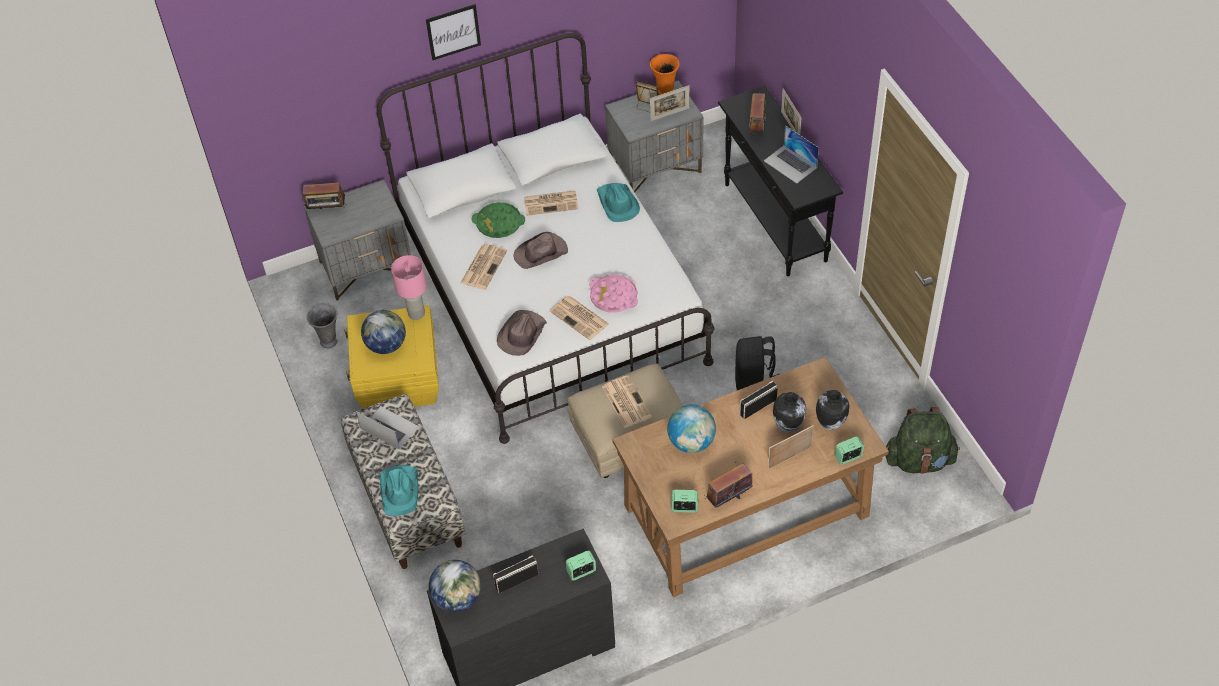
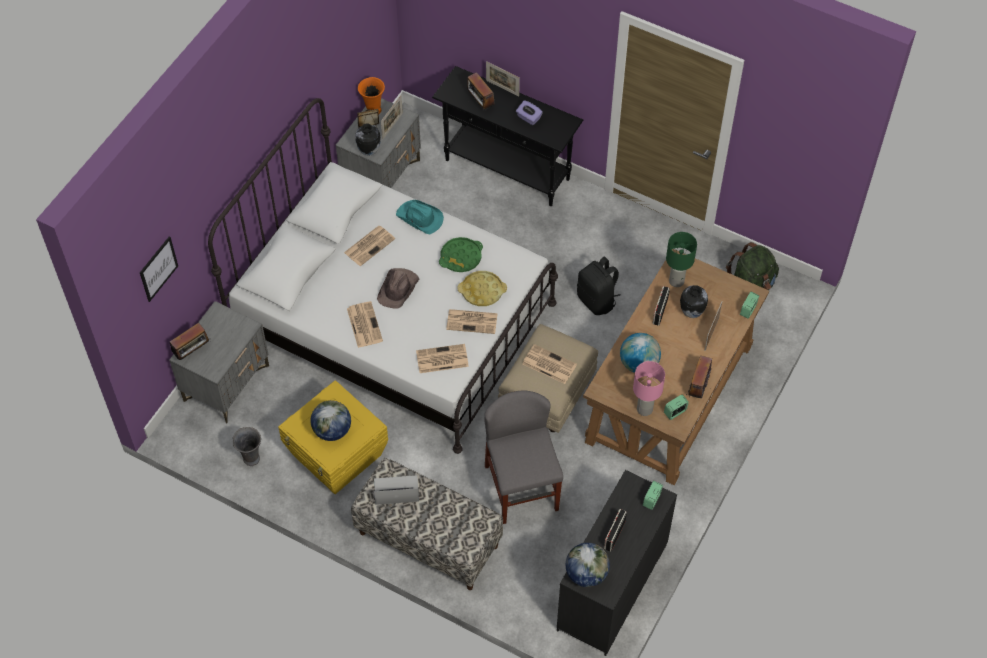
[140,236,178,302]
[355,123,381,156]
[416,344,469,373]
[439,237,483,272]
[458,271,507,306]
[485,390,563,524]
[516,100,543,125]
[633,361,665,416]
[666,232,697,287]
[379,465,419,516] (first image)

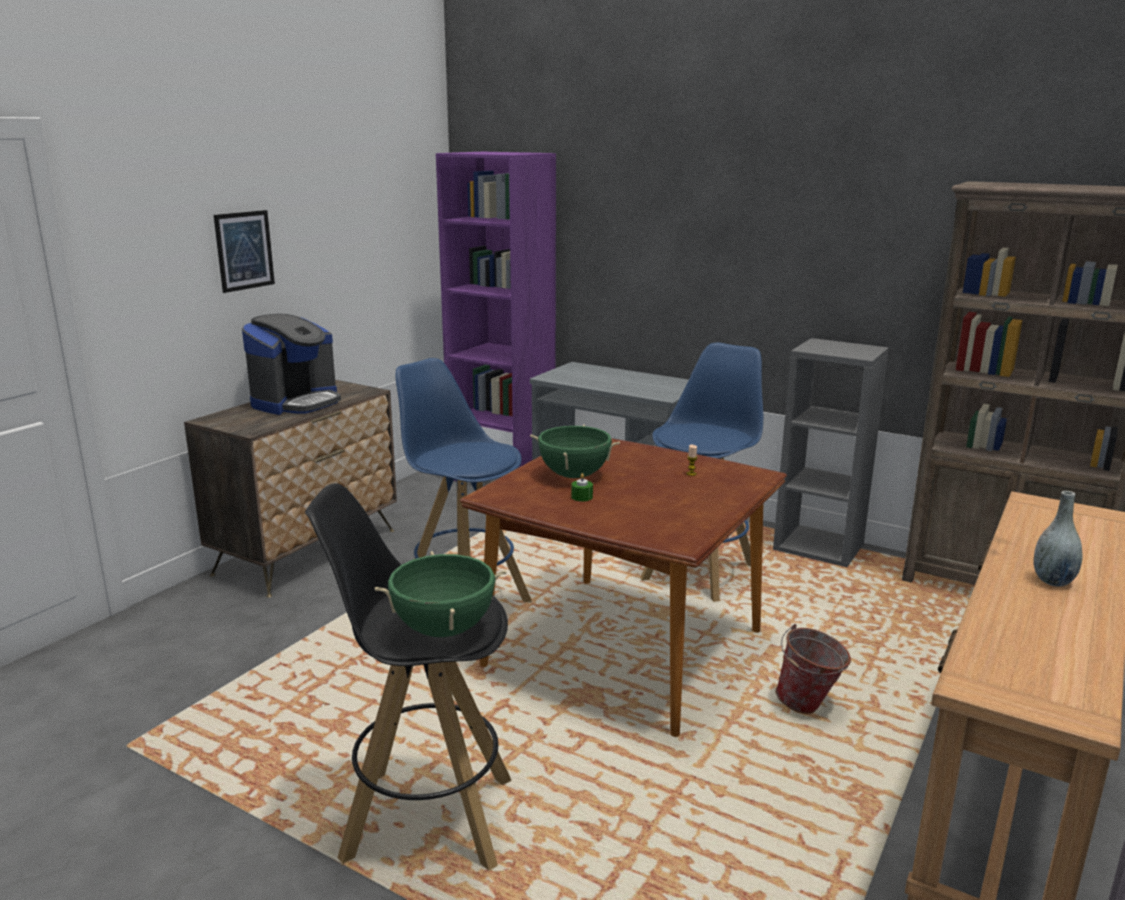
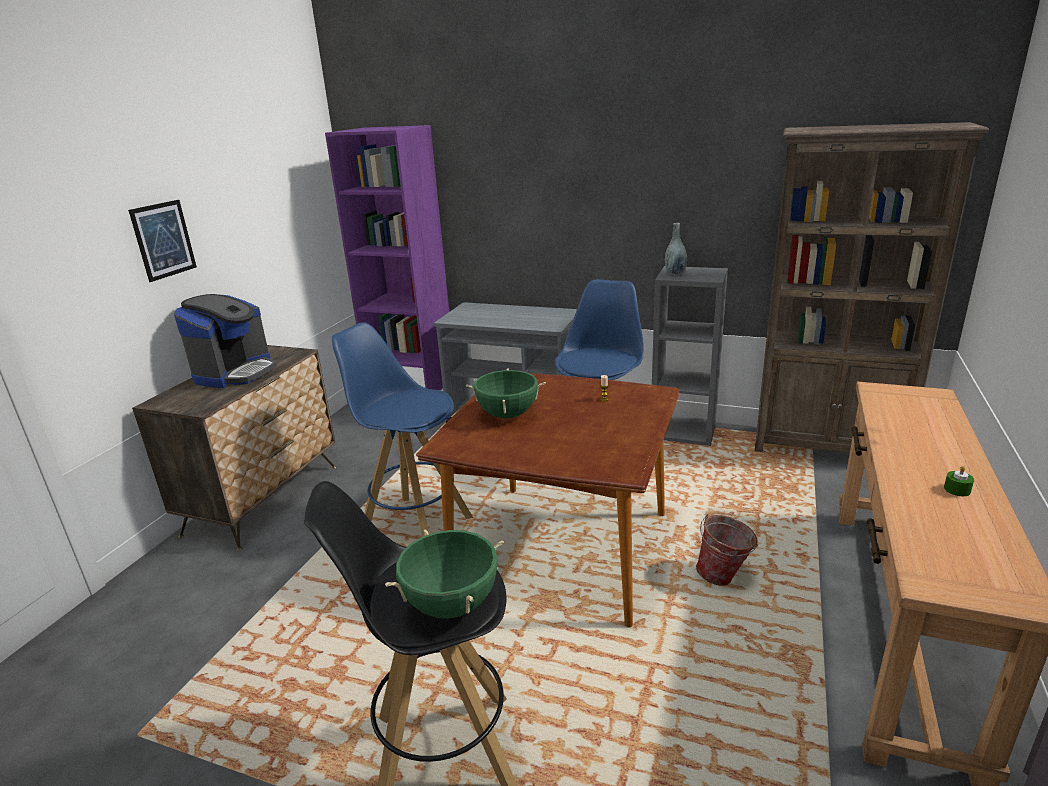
[665,223,687,275]
[944,466,974,496]

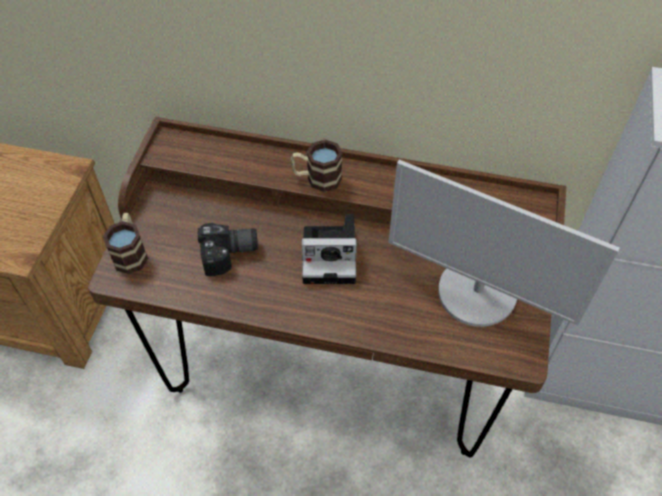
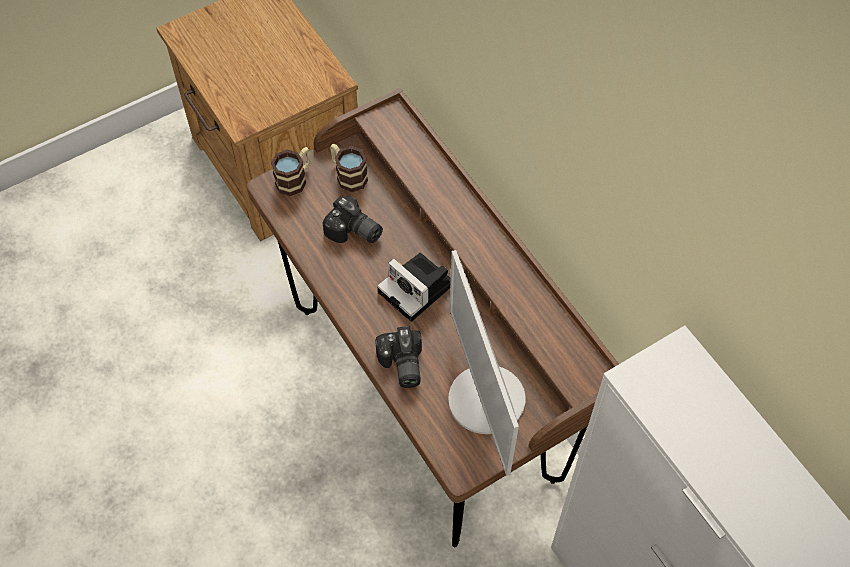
[330,144,368,192]
[375,326,422,388]

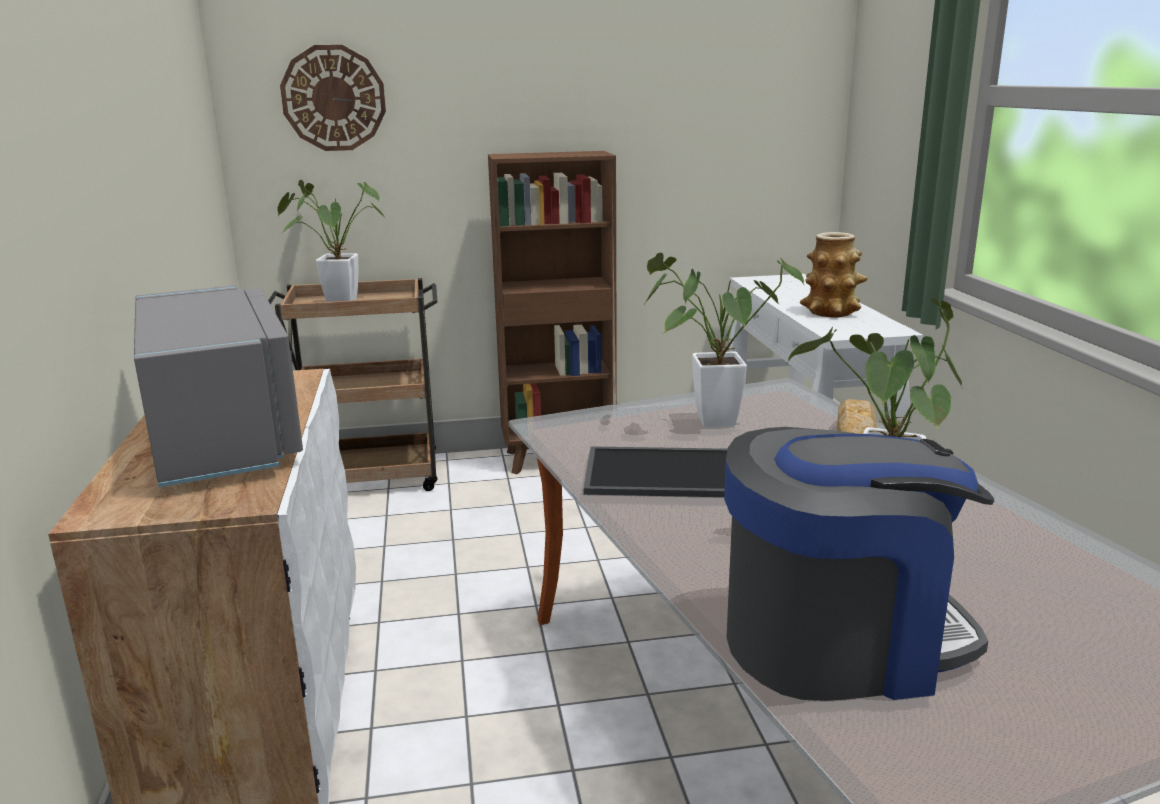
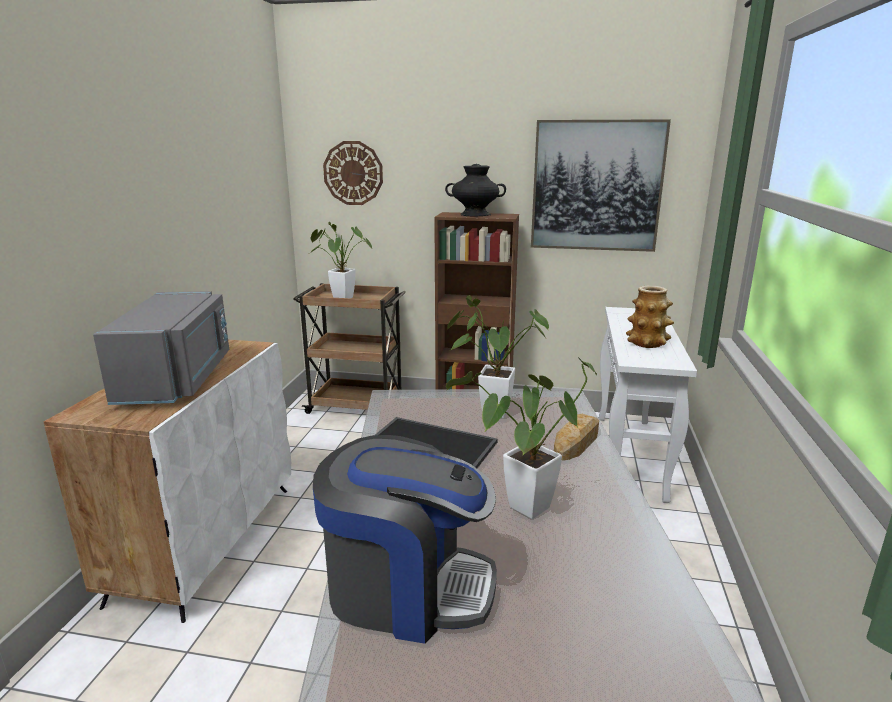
[445,164,506,216]
[531,119,671,252]

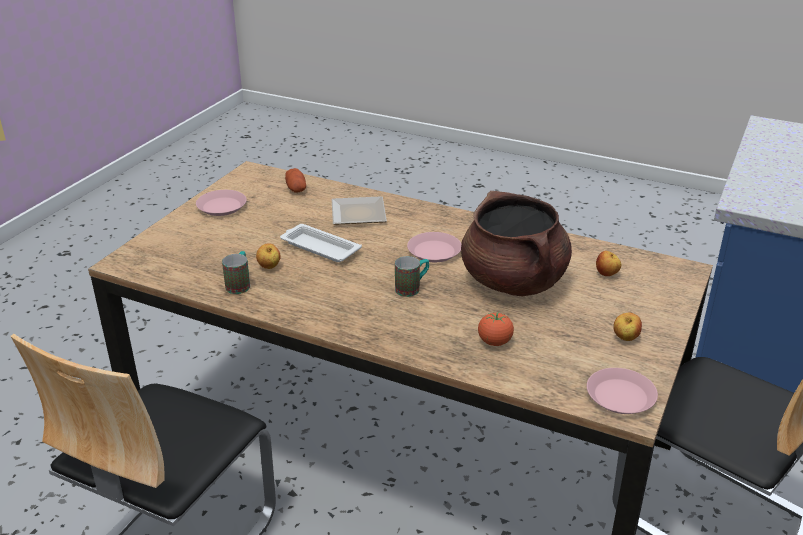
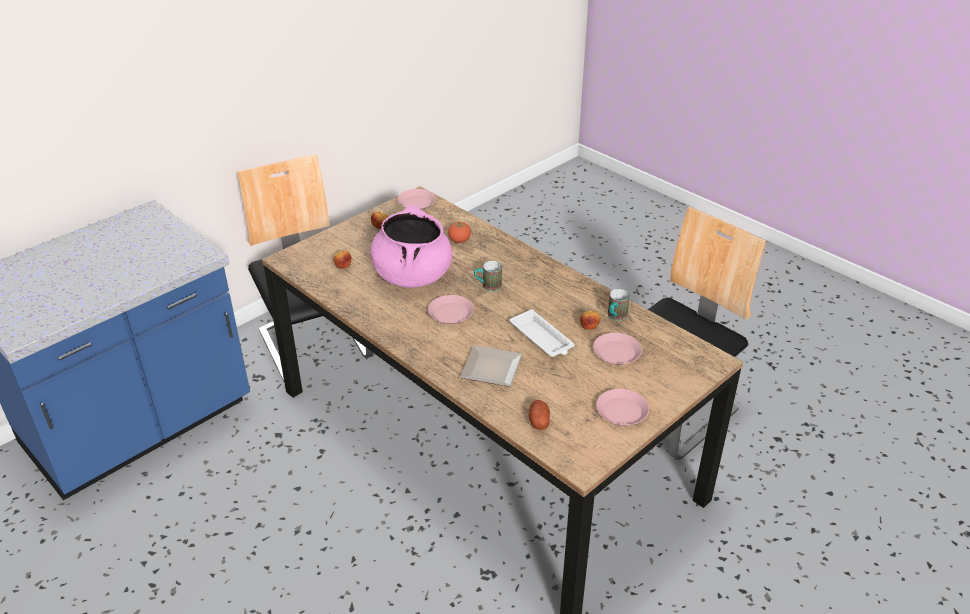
[370,205,452,288]
[593,333,642,365]

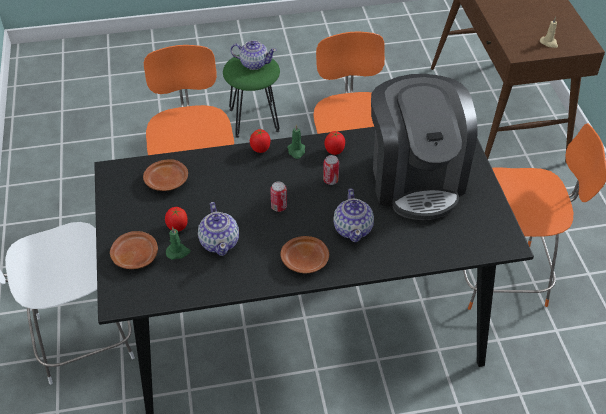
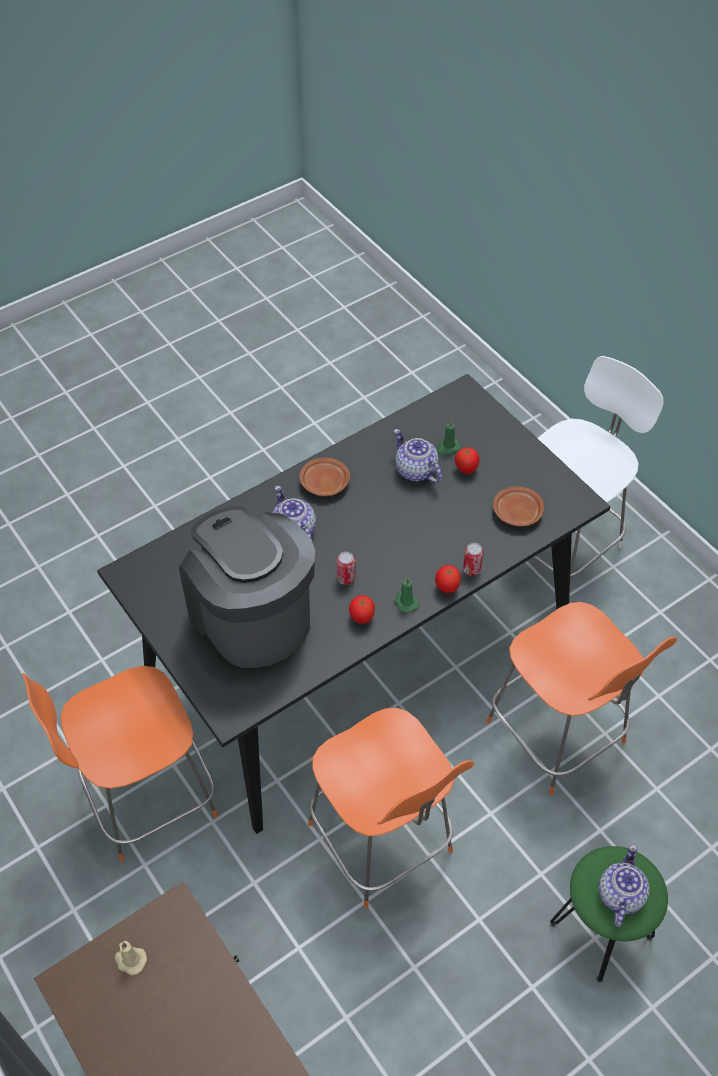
[463,543,484,576]
[599,844,650,927]
[110,231,158,269] (first image)

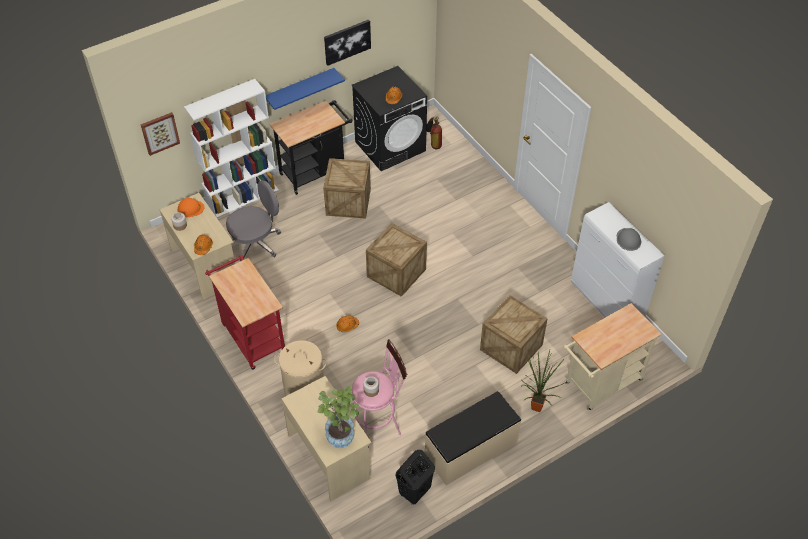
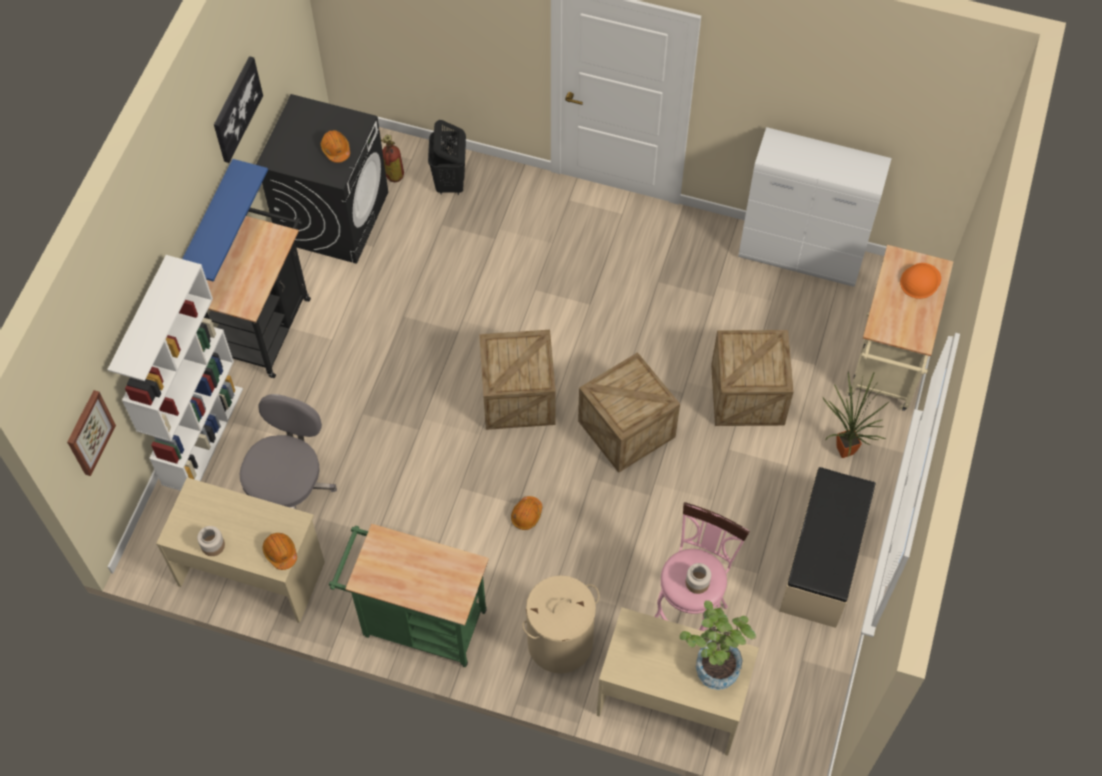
[329,524,489,667]
[428,120,466,195]
[578,352,680,473]
[900,263,941,299]
[617,228,641,251] (first image)

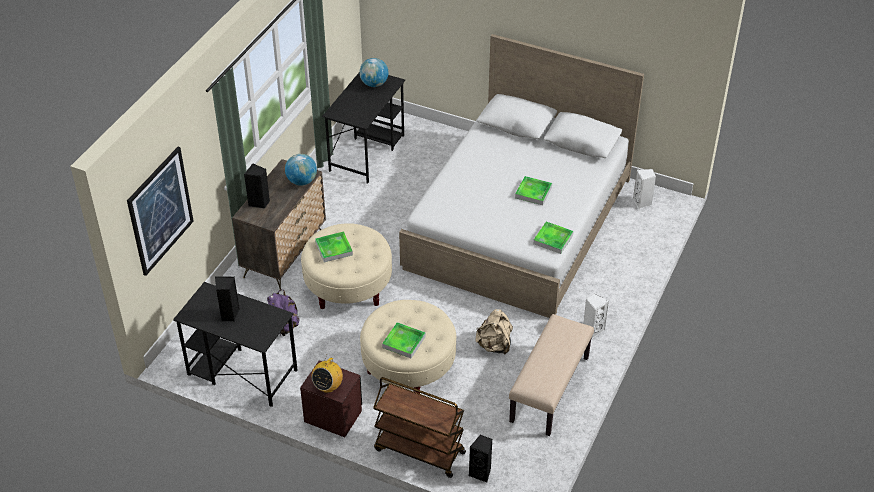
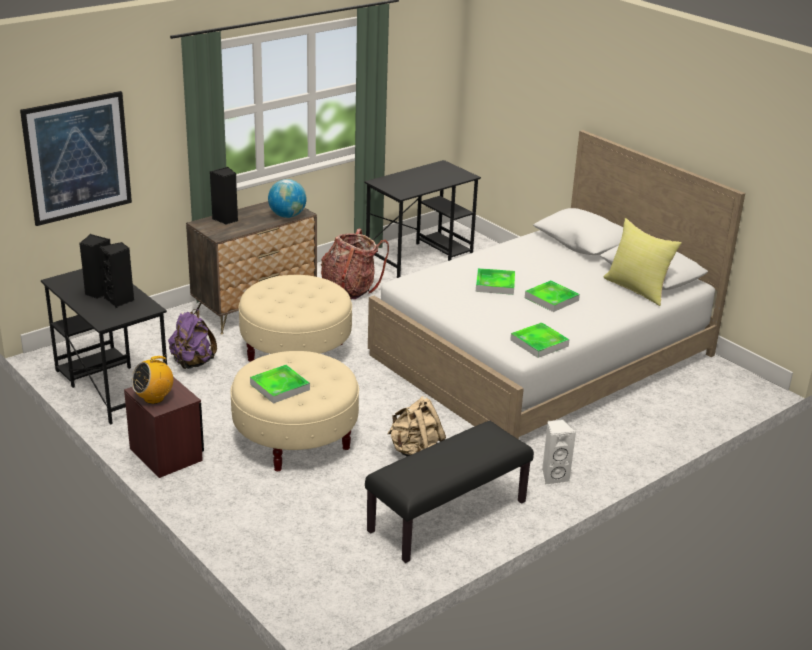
[99,242,134,308]
[321,228,389,299]
[365,421,534,563]
[476,268,515,295]
[603,218,682,306]
[359,58,388,87] (first image)
[373,377,466,478] (first image)
[633,169,656,209] (first image)

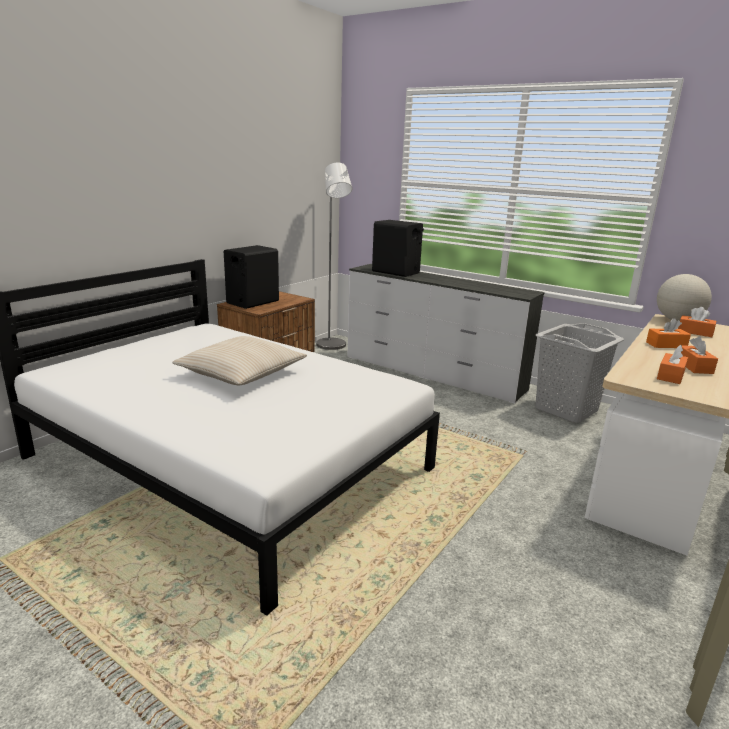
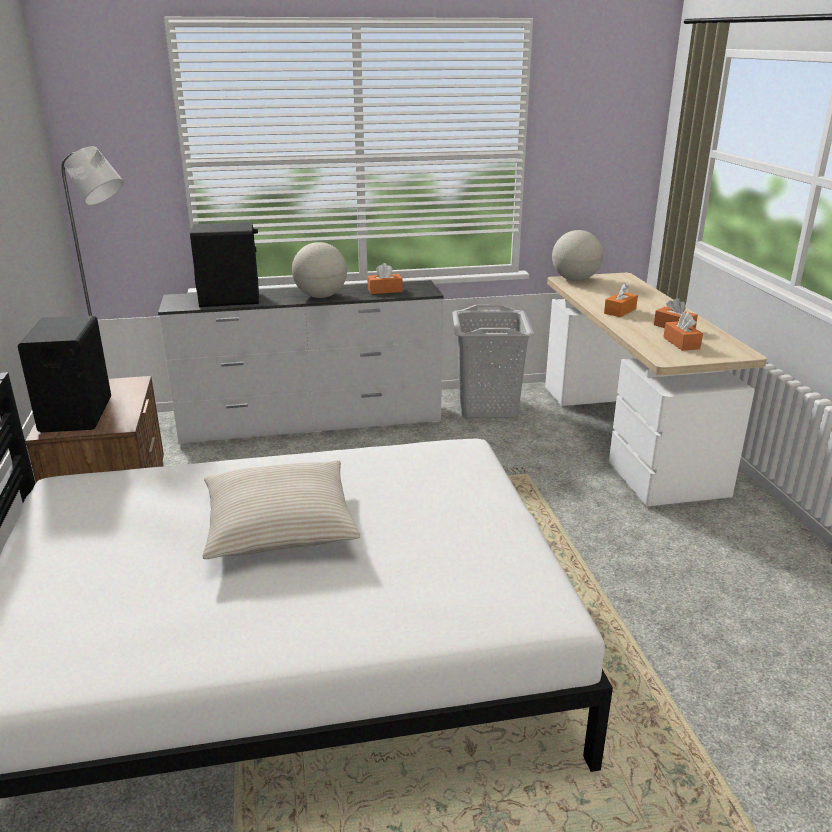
[292,242,347,298]
[367,263,403,294]

